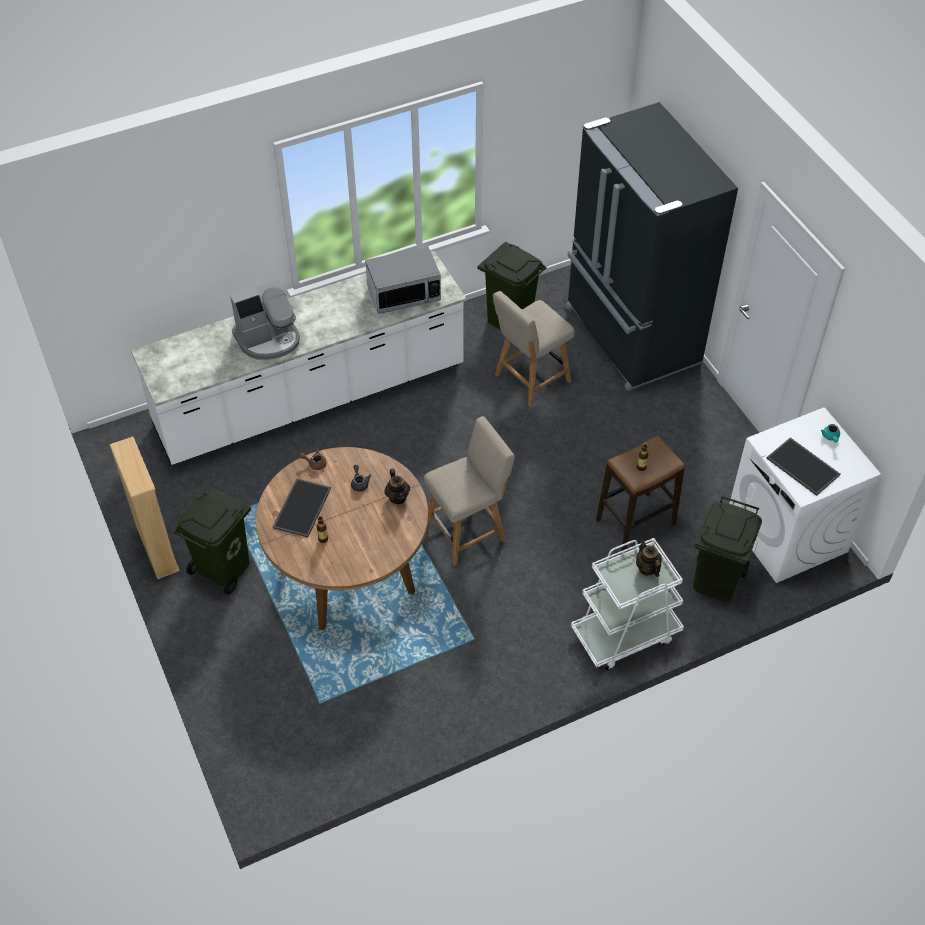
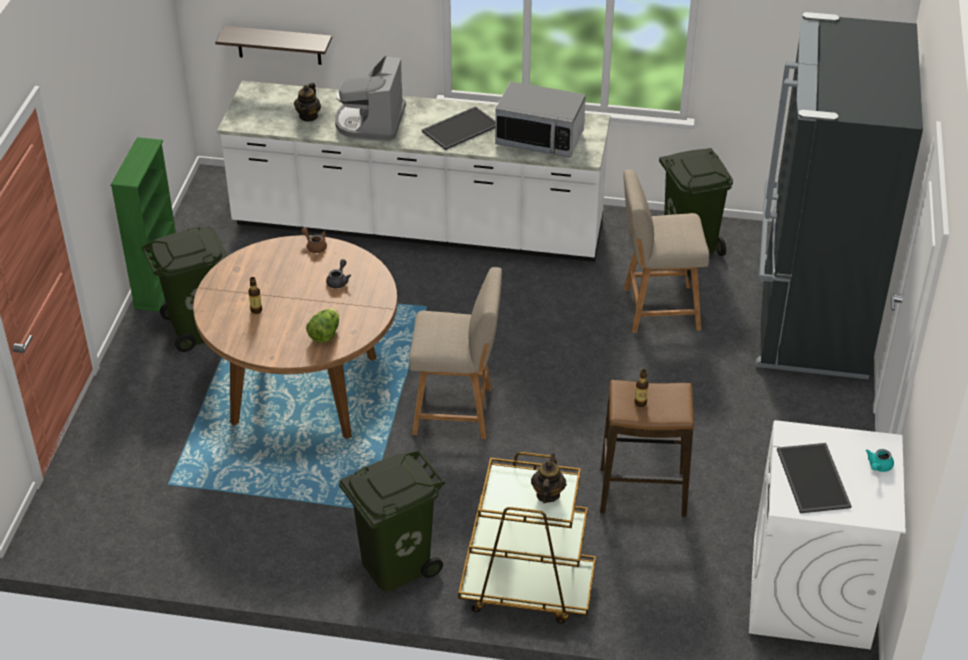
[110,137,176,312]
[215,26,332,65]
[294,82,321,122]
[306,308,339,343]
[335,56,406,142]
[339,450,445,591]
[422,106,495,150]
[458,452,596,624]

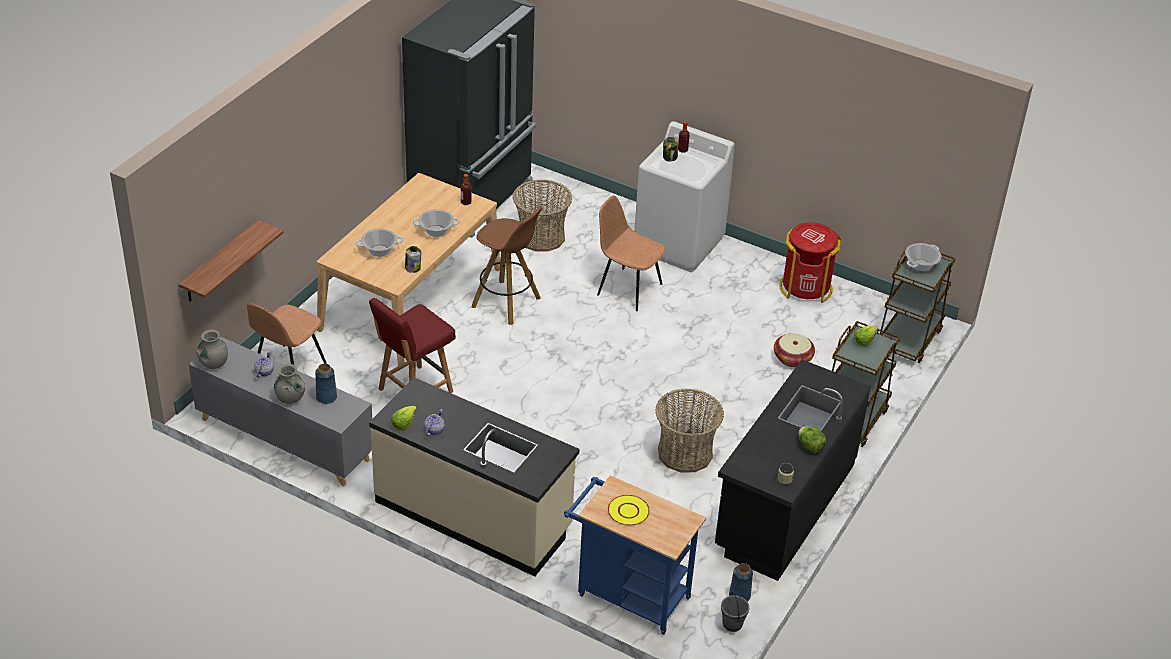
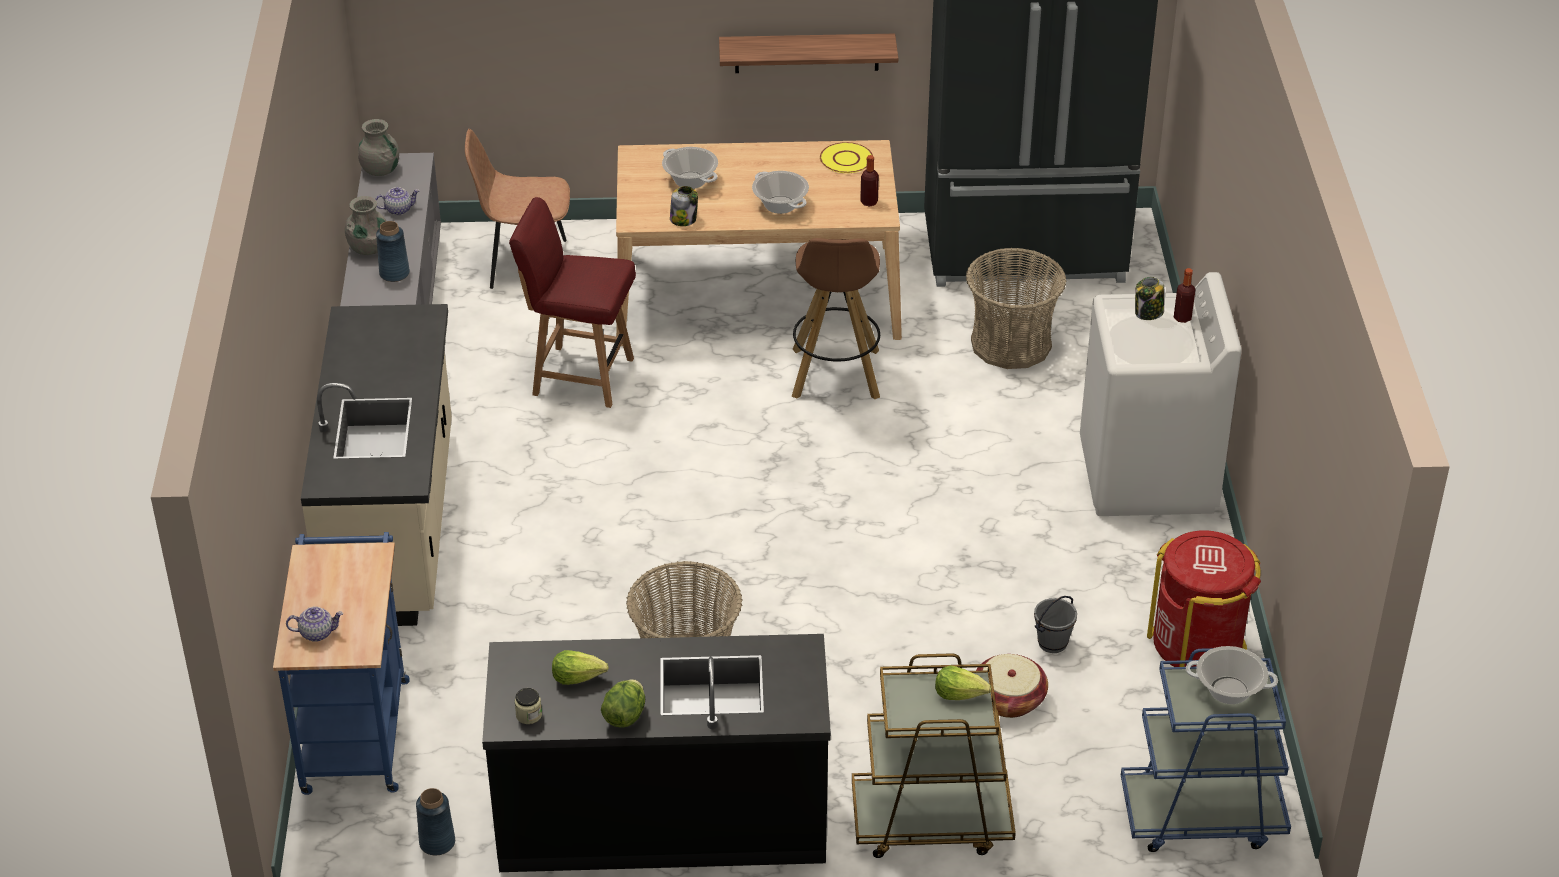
[286,606,343,642]
[552,650,609,685]
[719,34,898,73]
[820,142,873,173]
[1034,596,1077,653]
[1121,648,1291,852]
[597,195,666,311] (first image)

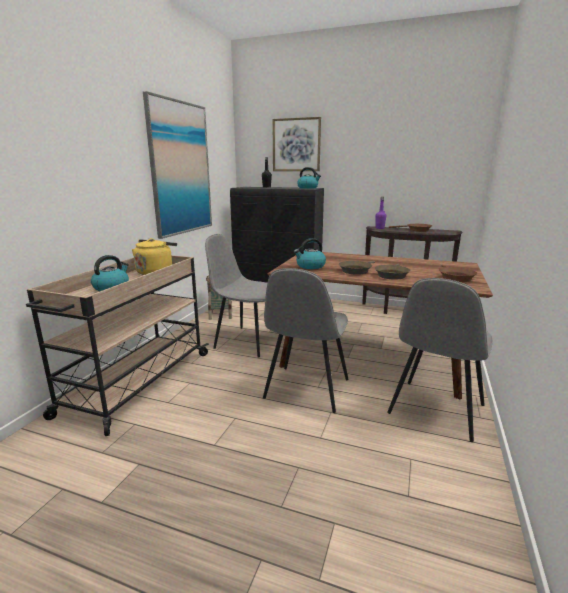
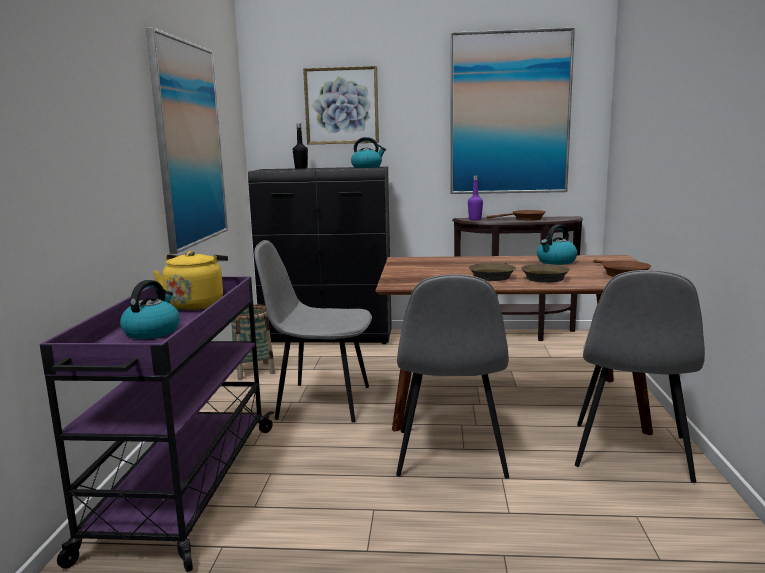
[40,277,274,572]
[450,28,575,194]
[537,224,578,265]

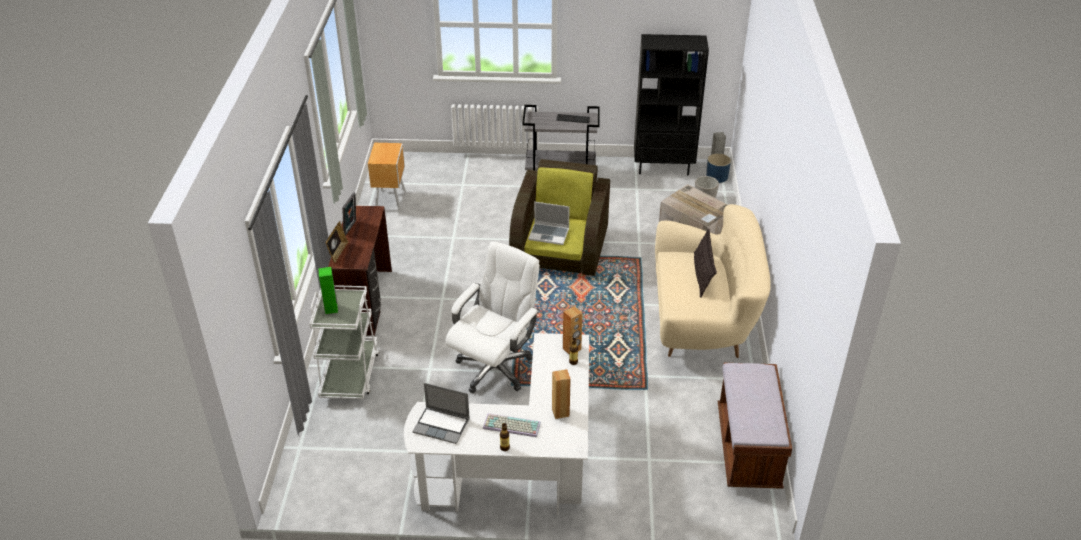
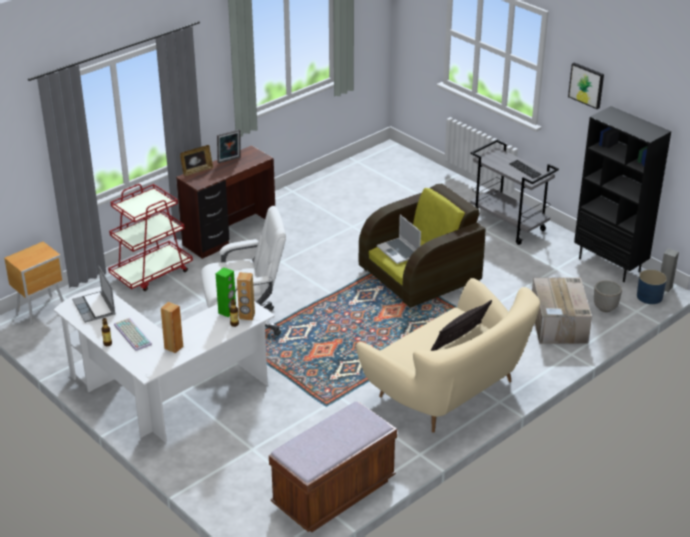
[4,242,65,324]
[108,184,193,291]
[216,267,236,317]
[568,62,604,109]

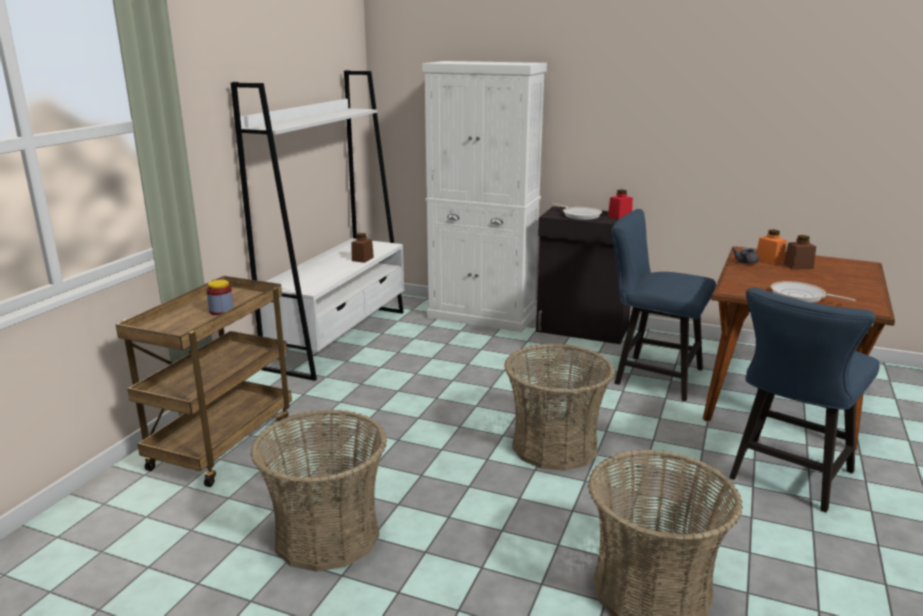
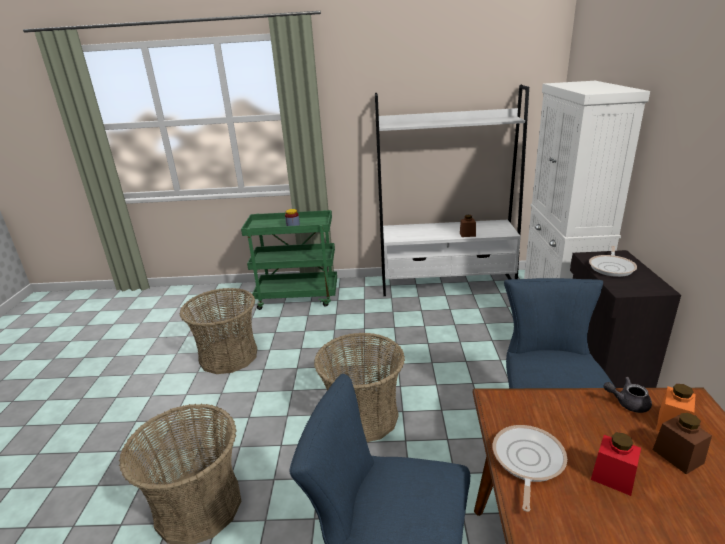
[241,210,337,310]
[591,432,641,496]

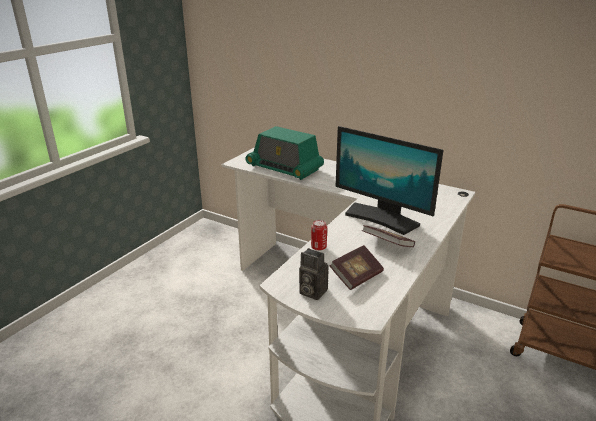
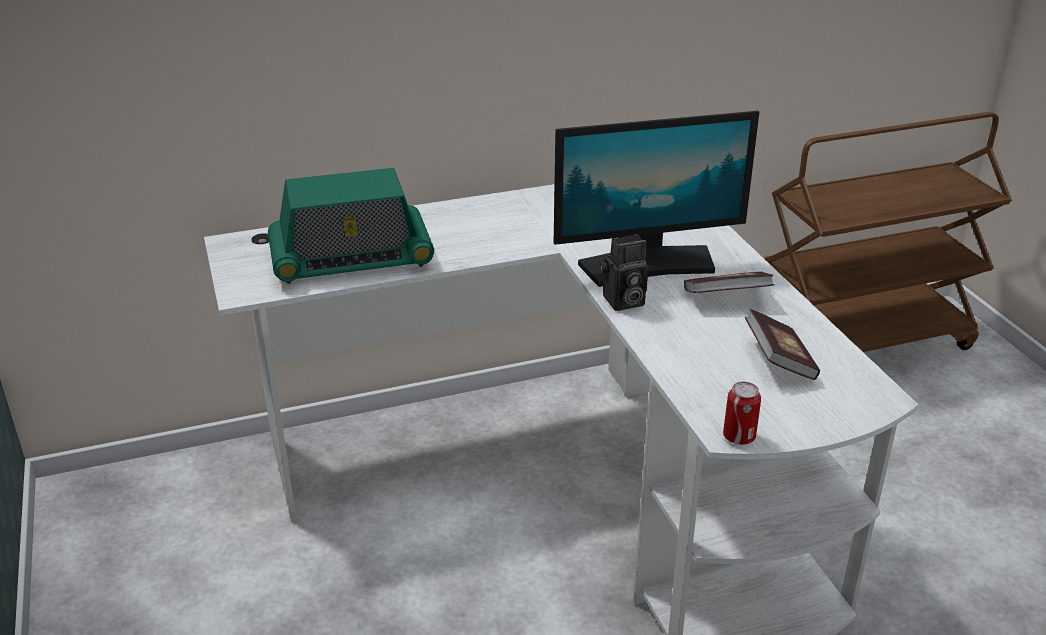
[600,234,648,311]
[723,382,761,445]

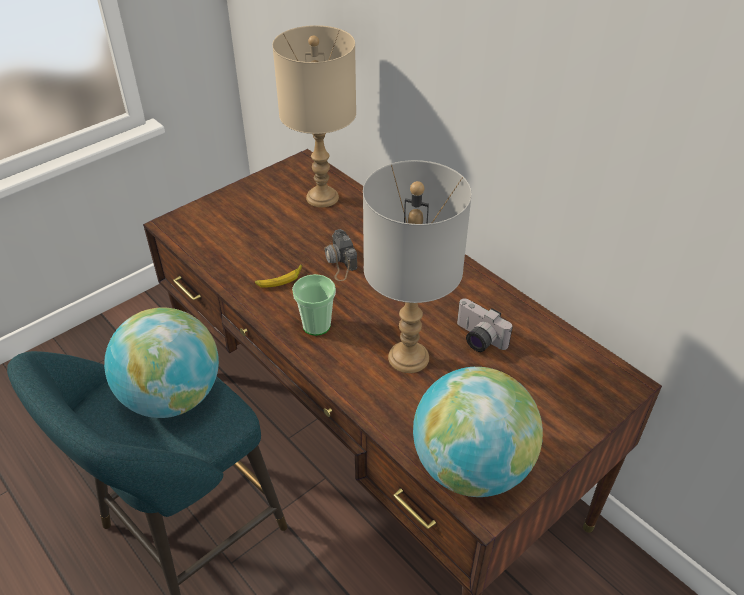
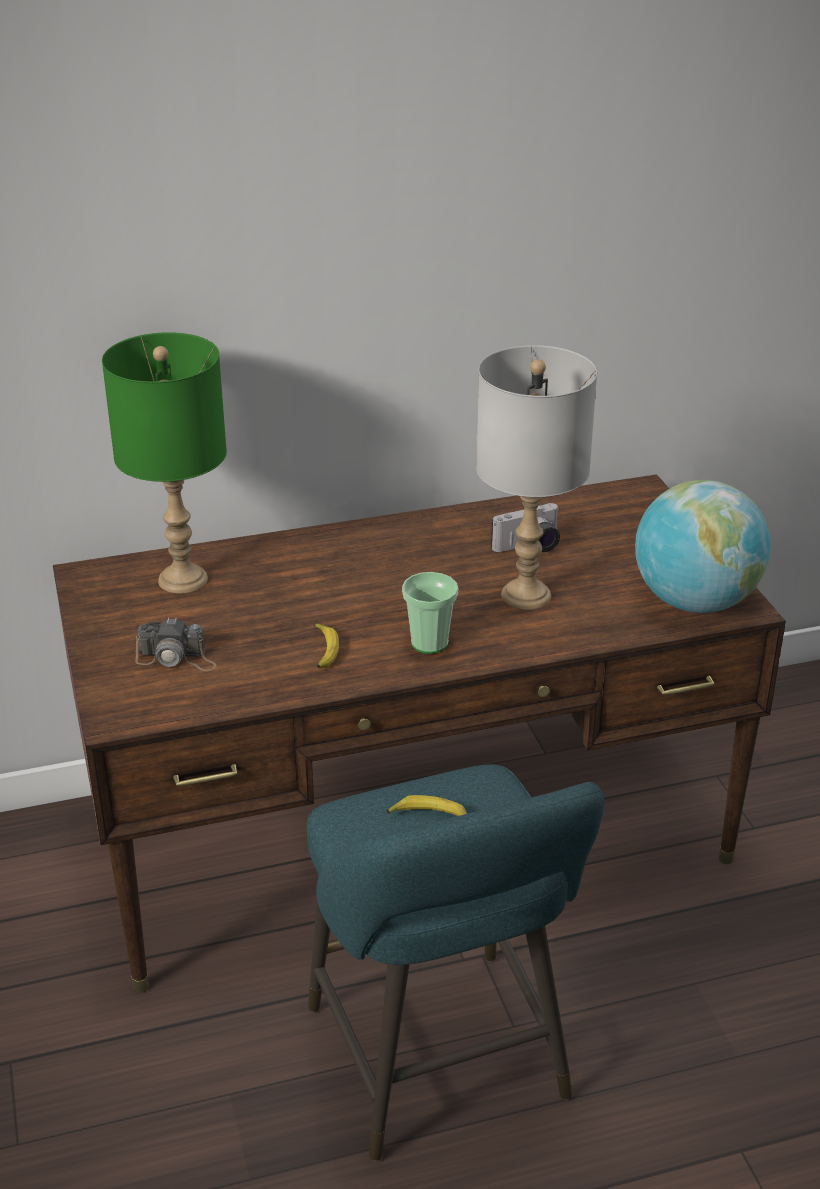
[102,332,227,594]
[135,617,216,671]
[387,795,467,816]

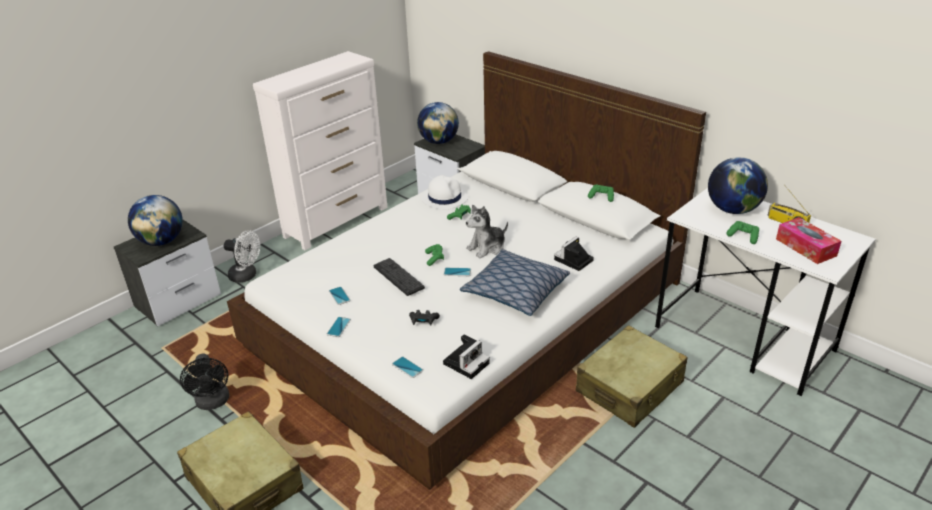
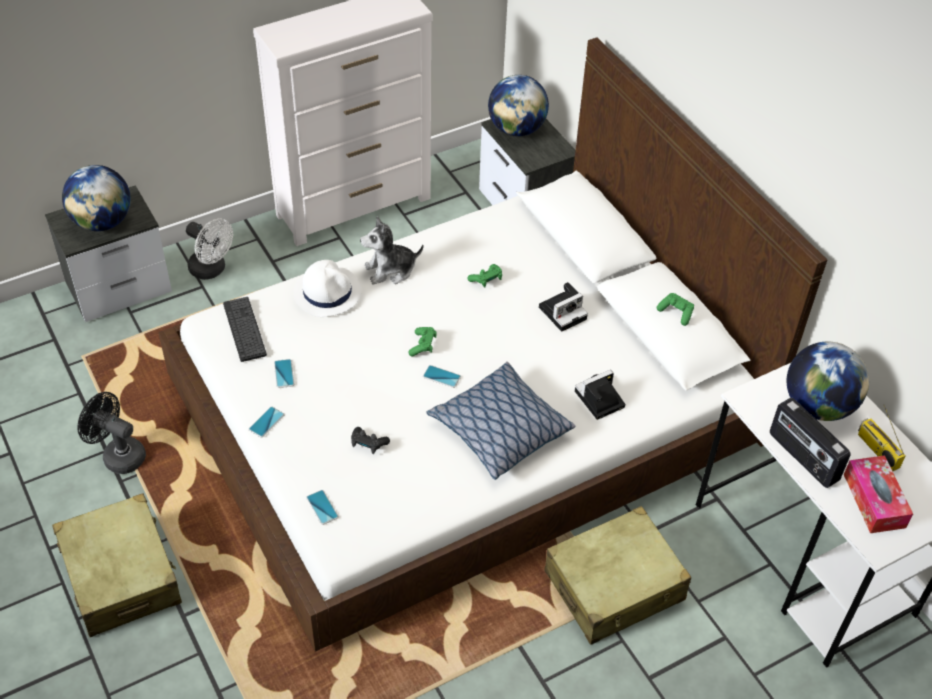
[78,392,146,474]
[223,297,267,362]
[293,260,361,317]
[360,216,423,285]
[539,282,588,332]
[770,398,851,488]

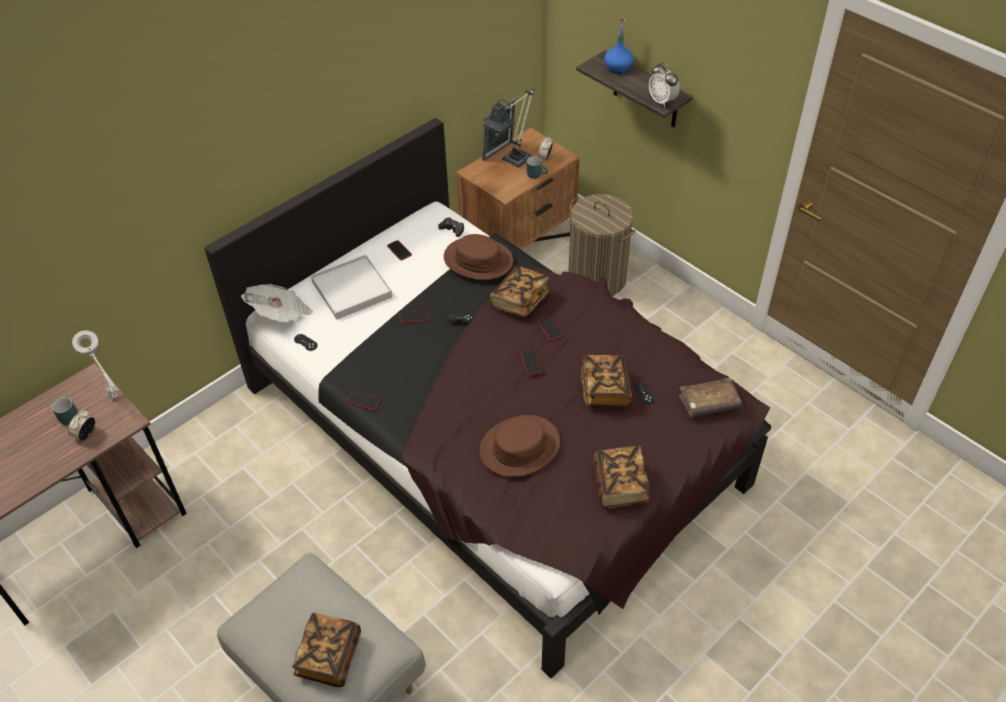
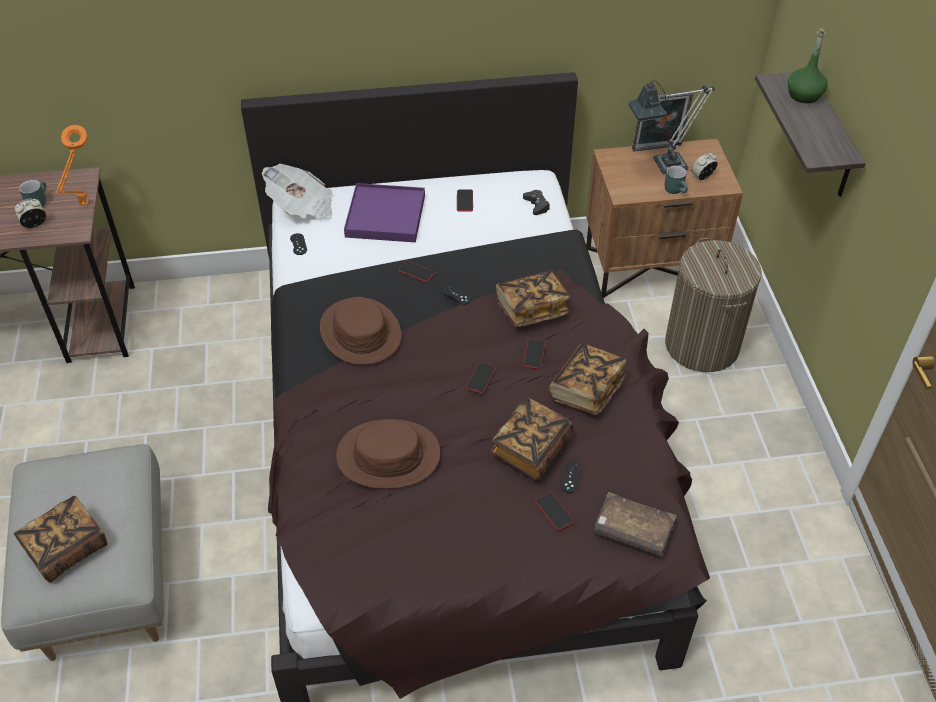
[56,125,89,205]
[320,297,402,365]
[344,183,425,243]
[535,492,574,531]
[549,343,626,415]
[788,29,828,103]
[649,62,680,107] (first image)

